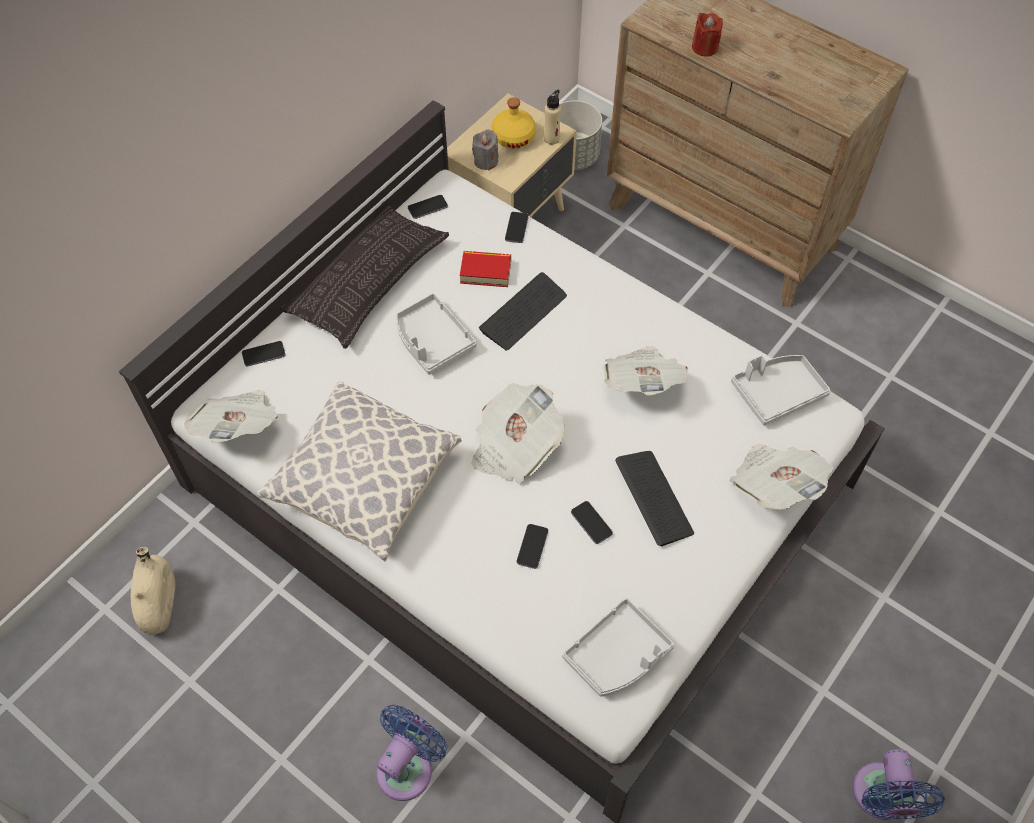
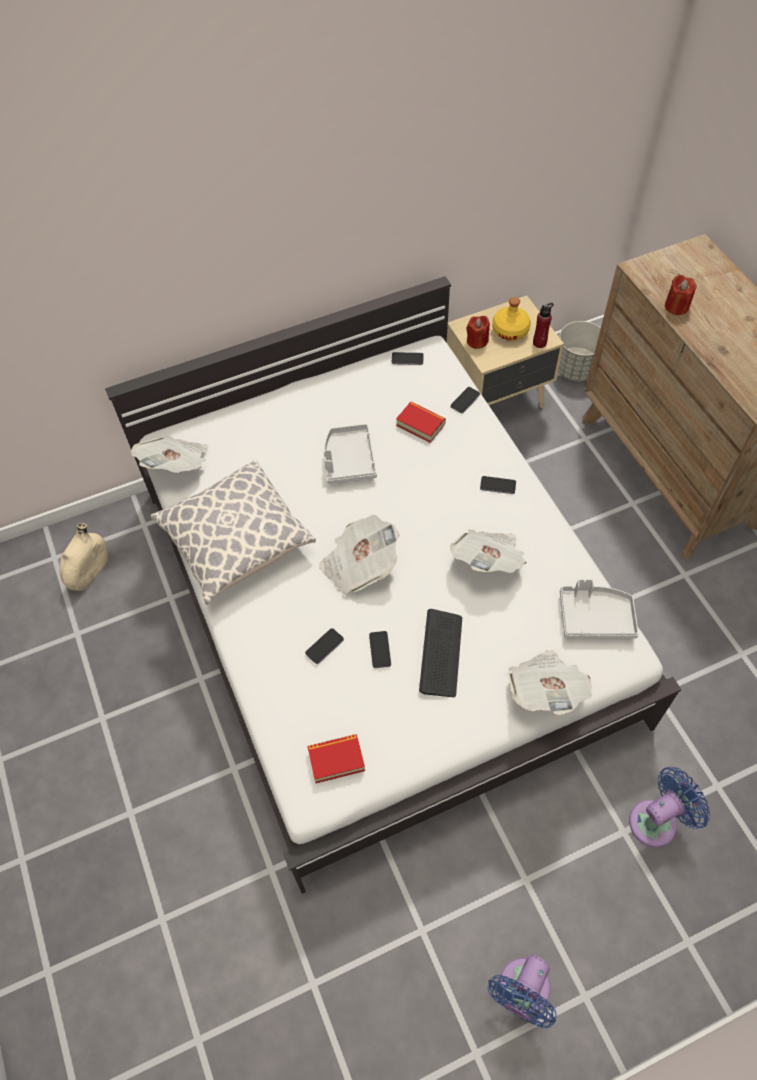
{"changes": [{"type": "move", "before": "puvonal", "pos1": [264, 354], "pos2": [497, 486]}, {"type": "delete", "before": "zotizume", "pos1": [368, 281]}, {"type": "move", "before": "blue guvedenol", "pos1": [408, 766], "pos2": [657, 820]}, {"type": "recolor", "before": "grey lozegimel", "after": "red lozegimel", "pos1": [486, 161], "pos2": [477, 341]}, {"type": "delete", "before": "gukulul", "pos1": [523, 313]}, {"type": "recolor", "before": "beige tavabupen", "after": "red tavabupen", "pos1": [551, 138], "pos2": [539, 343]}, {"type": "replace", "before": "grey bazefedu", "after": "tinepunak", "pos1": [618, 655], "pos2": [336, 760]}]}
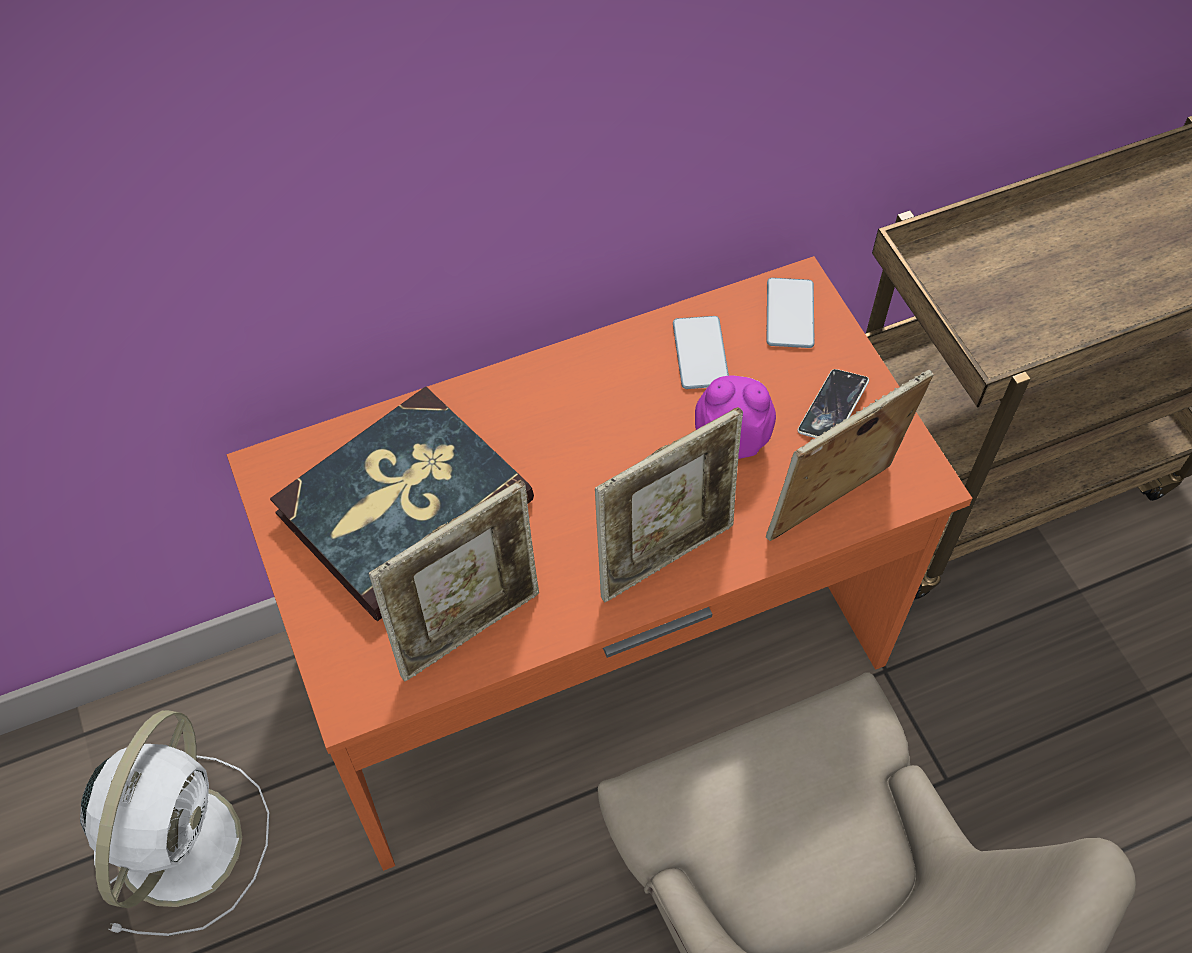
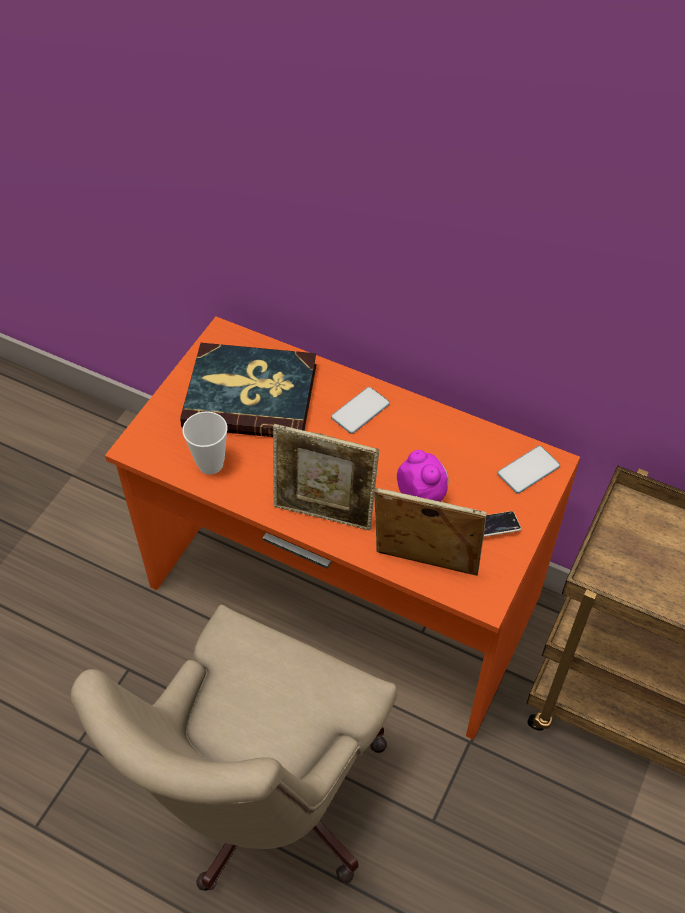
{"changes": [{"type": "delete", "before": "white guvedenol", "pos1": [182, 839]}, {"type": "replace", "before": "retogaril", "after": "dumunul", "pos1": [468, 628], "pos2": [210, 464]}, {"type": "move", "before": "puvonal", "pos1": [700, 354], "pos2": [360, 411]}]}
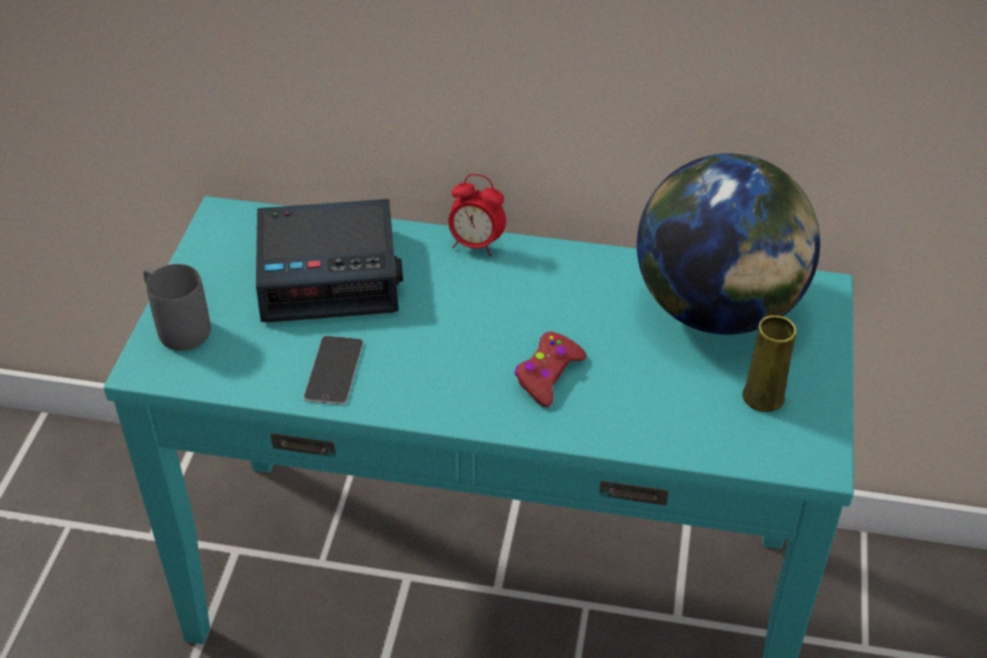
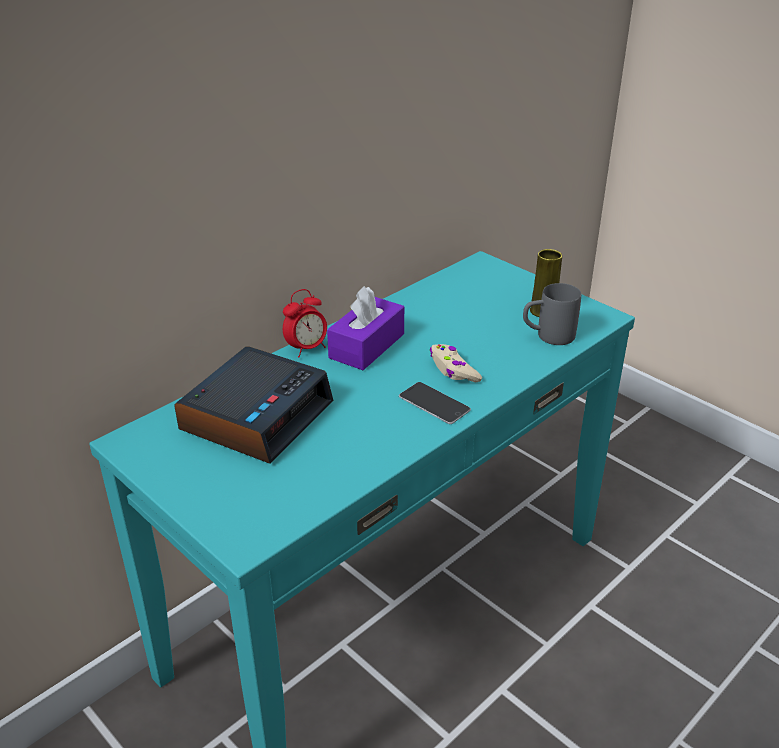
{"changes": [{"type": "move", "before": "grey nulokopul", "pos1": [177, 326], "pos2": [547, 336]}, {"type": "move", "before": "puvonal", "pos1": [334, 370], "pos2": [434, 403]}, {"type": "recolor", "before": "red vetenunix", "after": "beige vetenunix", "pos1": [548, 375], "pos2": [453, 370]}, {"type": "delete", "before": "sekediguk", "pos1": [718, 309]}, {"type": "insert", "after": "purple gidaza", "pos2": [367, 346]}]}
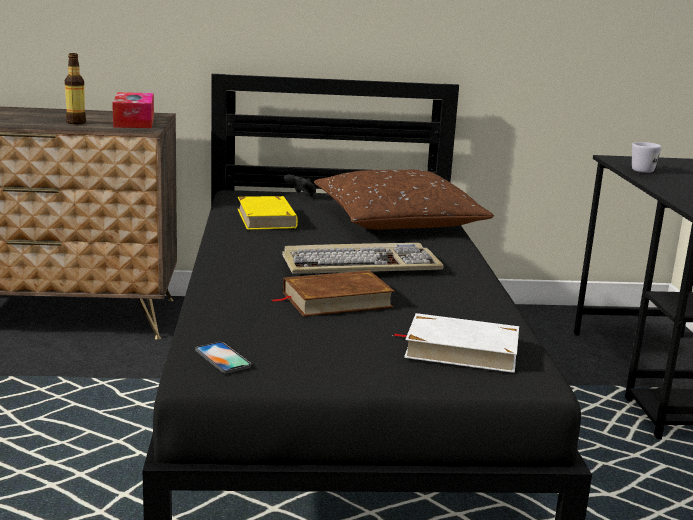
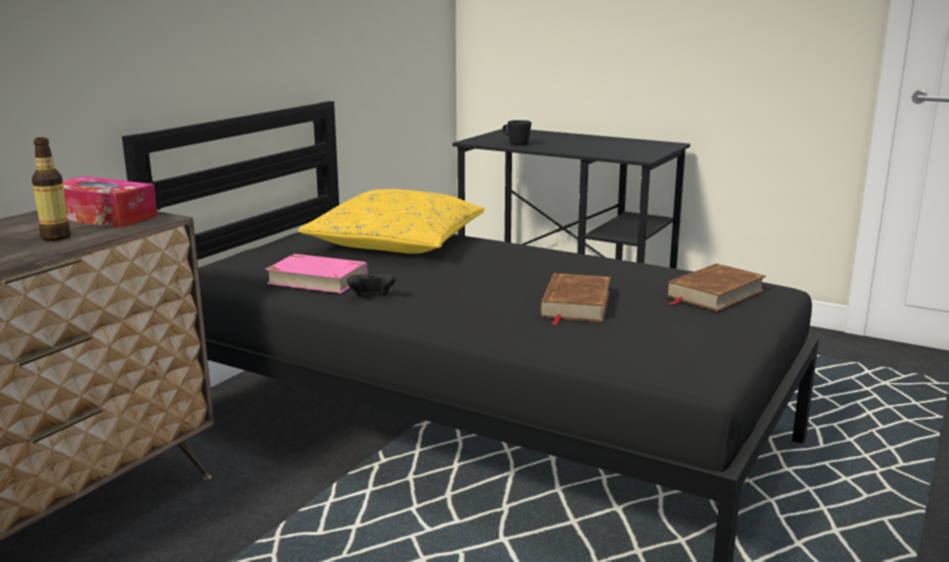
{"changes": [{"type": "delete", "before": "puvonal", "pos1": [222, 358]}, {"type": "recolor", "before": "yellow tinepunak", "after": "pink tinepunak", "pos1": [267, 218], "pos2": [317, 279]}, {"type": "delete", "before": "gukulul", "pos1": [361, 265]}, {"type": "move", "before": "black vetenunix", "pos1": [301, 195], "pos2": [371, 297]}, {"type": "recolor", "before": "brown zotizume", "after": "yellow zotizume", "pos1": [398, 220], "pos2": [397, 241]}, {"type": "recolor", "before": "white tinepunak", "after": "brown tinepunak", "pos1": [461, 350], "pos2": [714, 293]}, {"type": "recolor", "before": "white nulokopul", "after": "black nulokopul", "pos1": [641, 170], "pos2": [515, 144]}]}
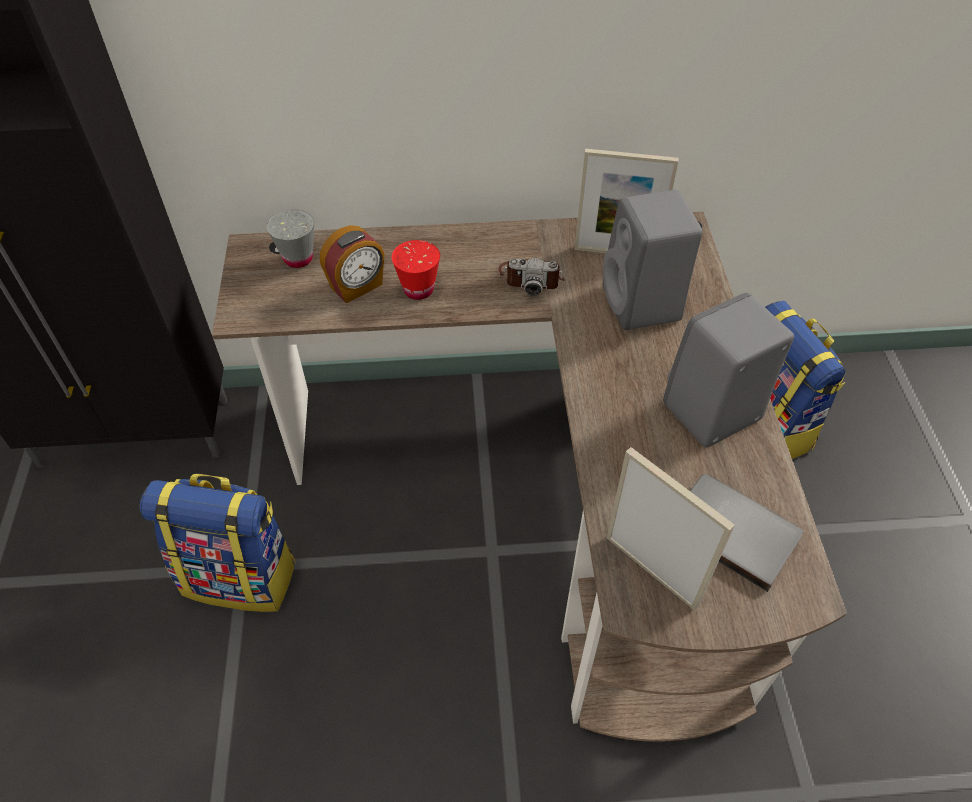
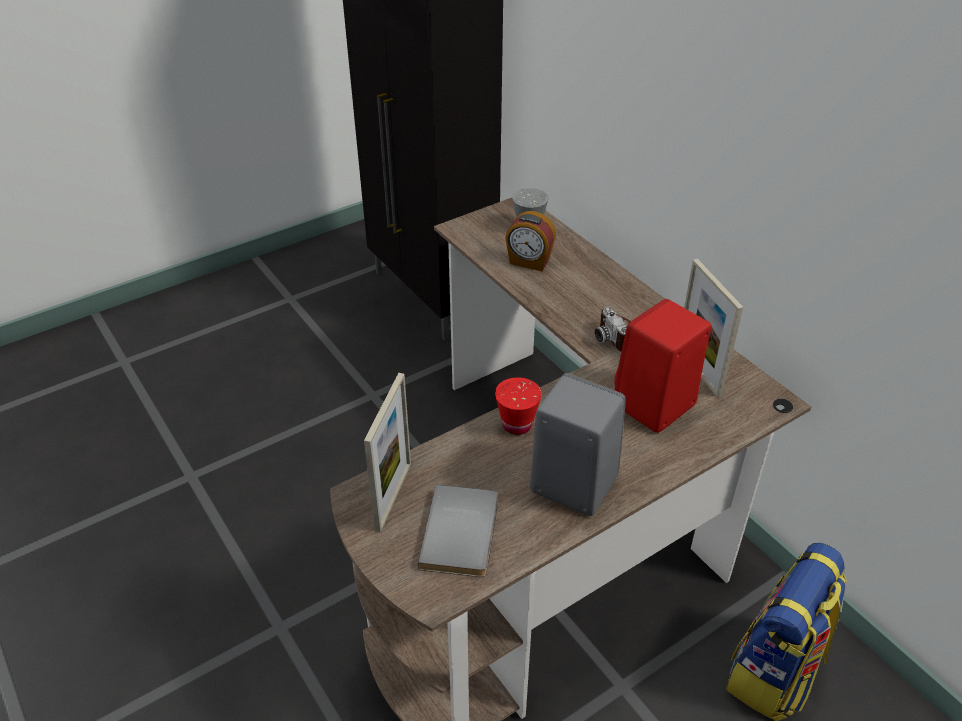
{"changes": [{"type": "delete", "before": "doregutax", "pos1": [241, 576]}, {"type": "move", "before": "red dumunul", "pos1": [418, 290], "pos2": [517, 425]}, {"type": "recolor", "before": "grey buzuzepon", "after": "red buzuzepon", "pos1": [643, 305], "pos2": [653, 406]}]}
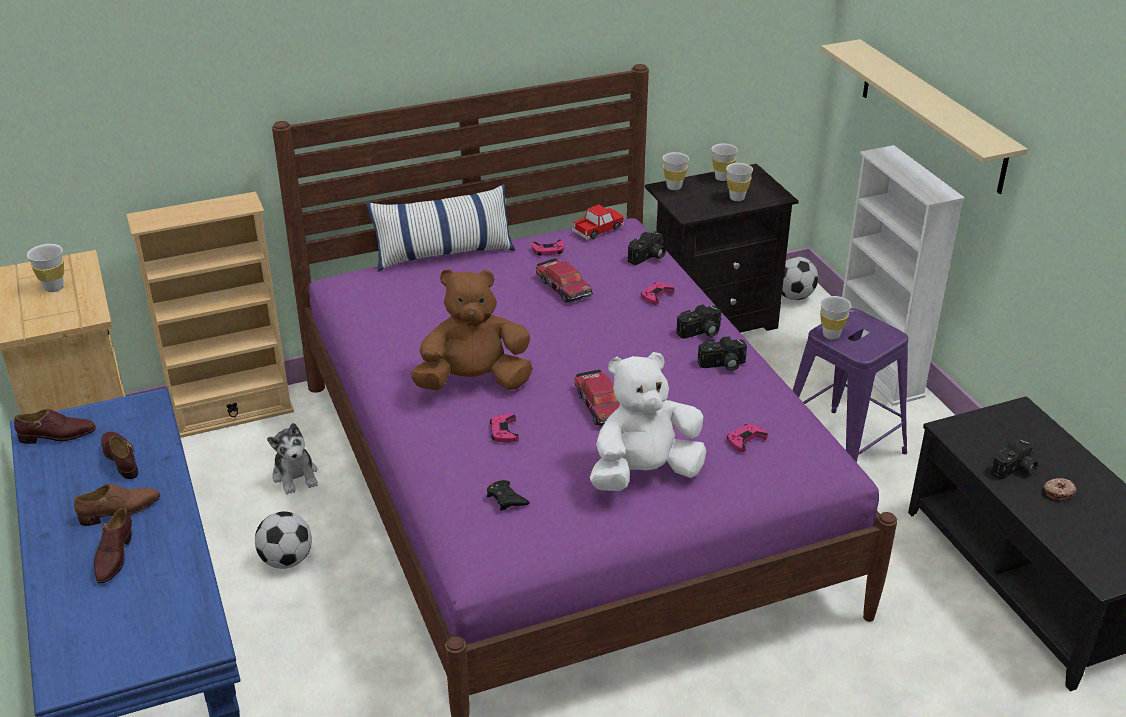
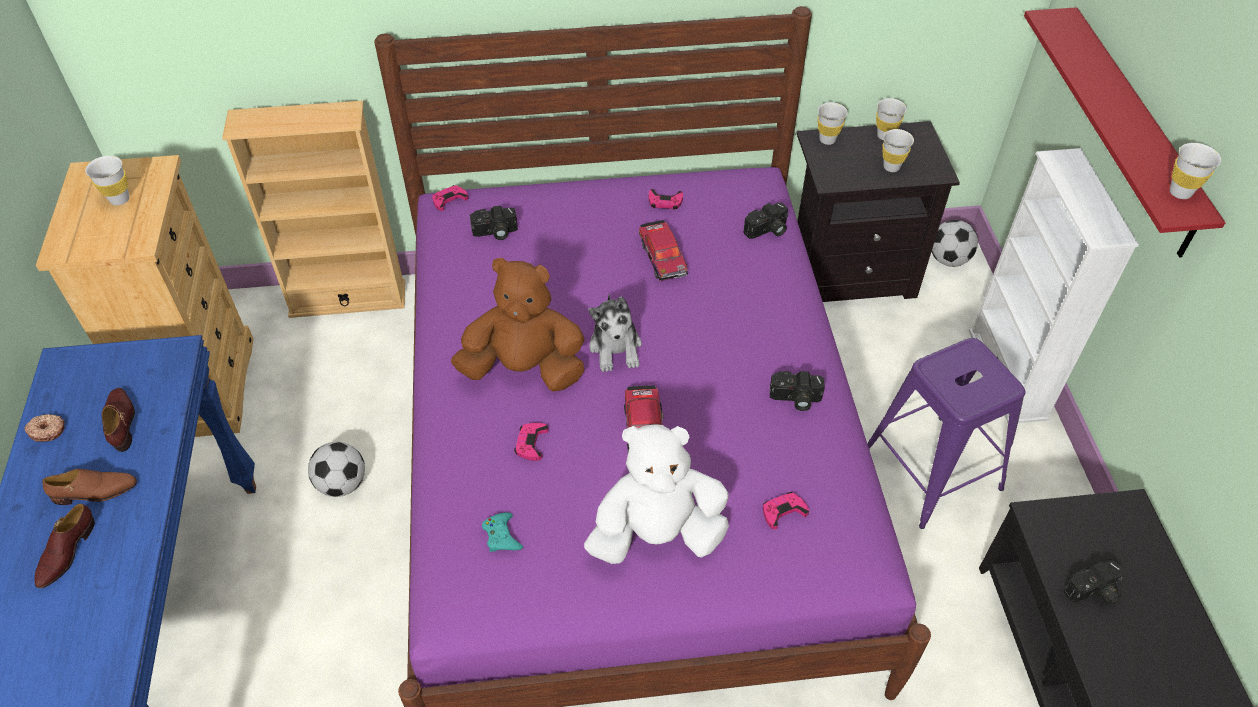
{"changes": [{"type": "delete", "before": "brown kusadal", "pos1": [57, 436]}, {"type": "move", "before": "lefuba", "pos1": [295, 475], "pos2": [616, 347]}, {"type": "delete", "before": "zotizume", "pos1": [443, 253]}, {"type": "recolor", "before": "black vetenunix", "after": "turquoise vetenunix", "pos1": [506, 499], "pos2": [502, 536]}, {"type": "delete", "before": "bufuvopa", "pos1": [598, 229]}, {"type": "move", "before": "pink vetenunix", "pos1": [656, 295], "pos2": [449, 199]}, {"type": "move", "before": "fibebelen", "pos1": [700, 333], "pos2": [495, 233]}, {"type": "move", "before": "white dumunul", "pos1": [831, 335], "pos2": [1180, 192]}, {"type": "recolor", "before": "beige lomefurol", "after": "red lomefurol", "pos1": [932, 115], "pos2": [1131, 131]}, {"type": "move", "before": "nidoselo", "pos1": [1058, 492], "pos2": [47, 430]}]}
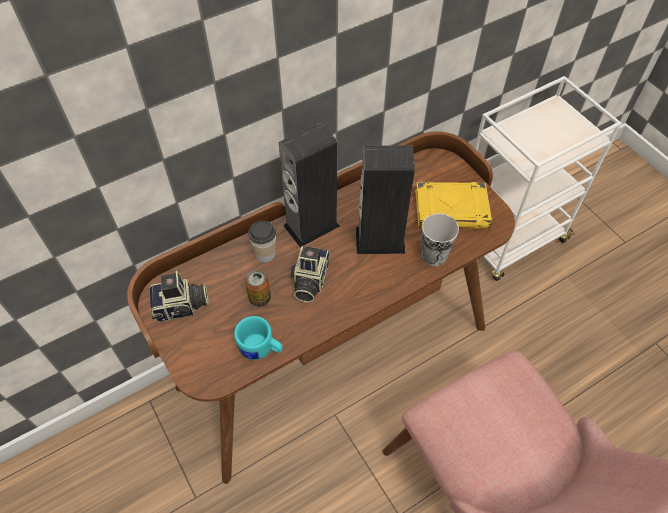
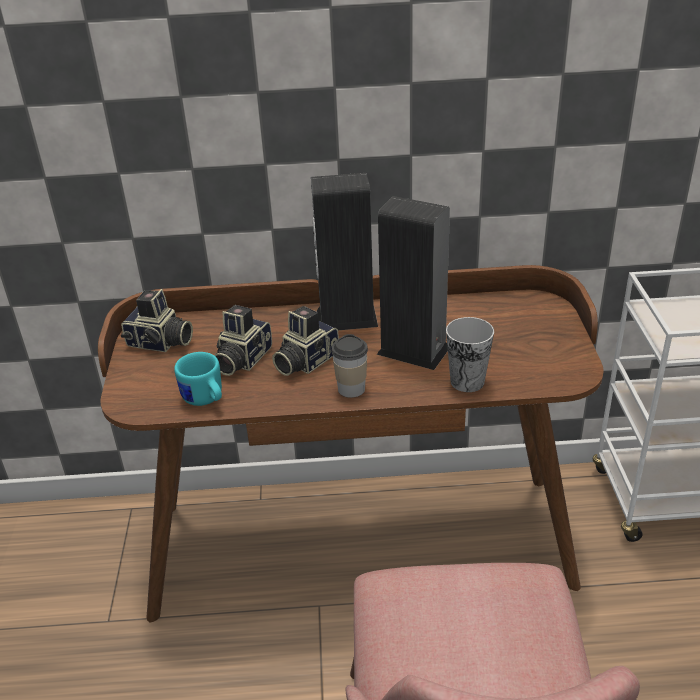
{"changes": [{"type": "replace", "before": "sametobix", "after": "fibebelen", "pos1": [260, 298], "pos2": [241, 359]}, {"type": "move", "before": "dumunul", "pos1": [265, 254], "pos2": [351, 389]}, {"type": "delete", "before": "yellow tinepunak", "pos1": [452, 209]}]}
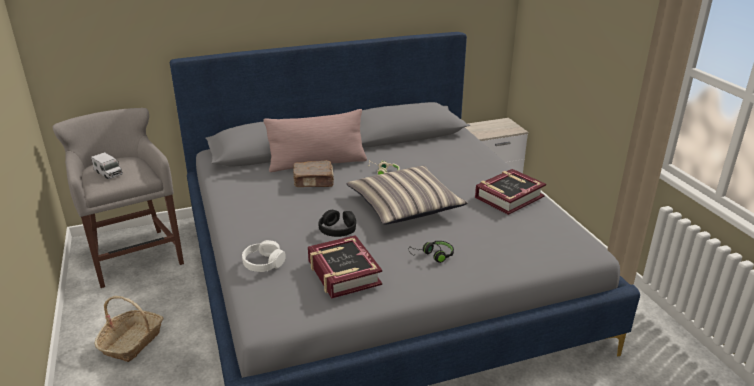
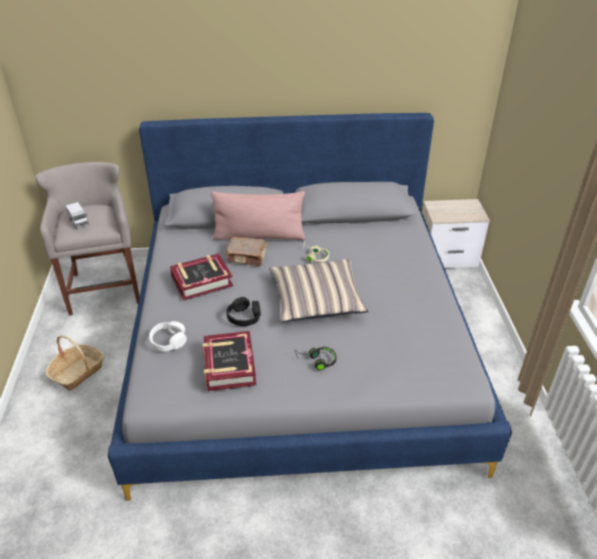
{"changes": [{"type": "move", "before": "tinepunak", "pos1": [509, 197], "pos2": [201, 281]}]}
